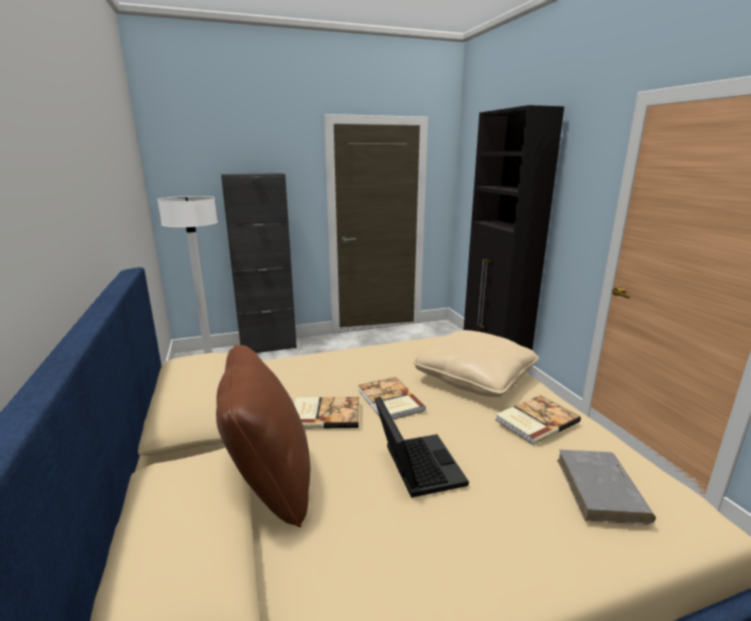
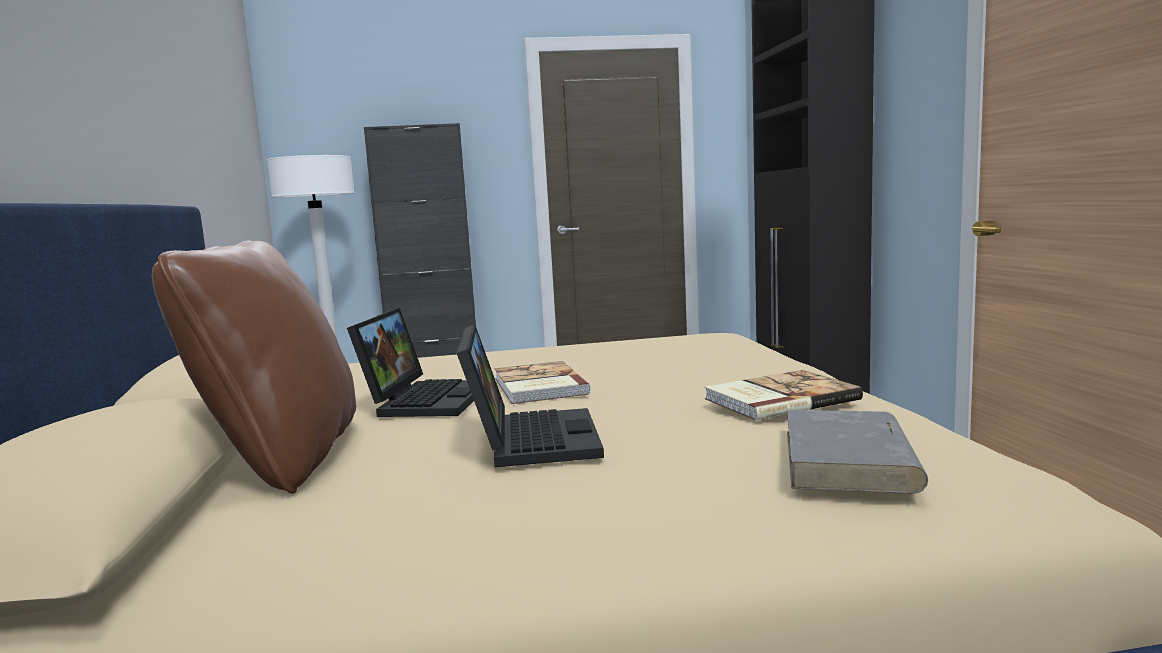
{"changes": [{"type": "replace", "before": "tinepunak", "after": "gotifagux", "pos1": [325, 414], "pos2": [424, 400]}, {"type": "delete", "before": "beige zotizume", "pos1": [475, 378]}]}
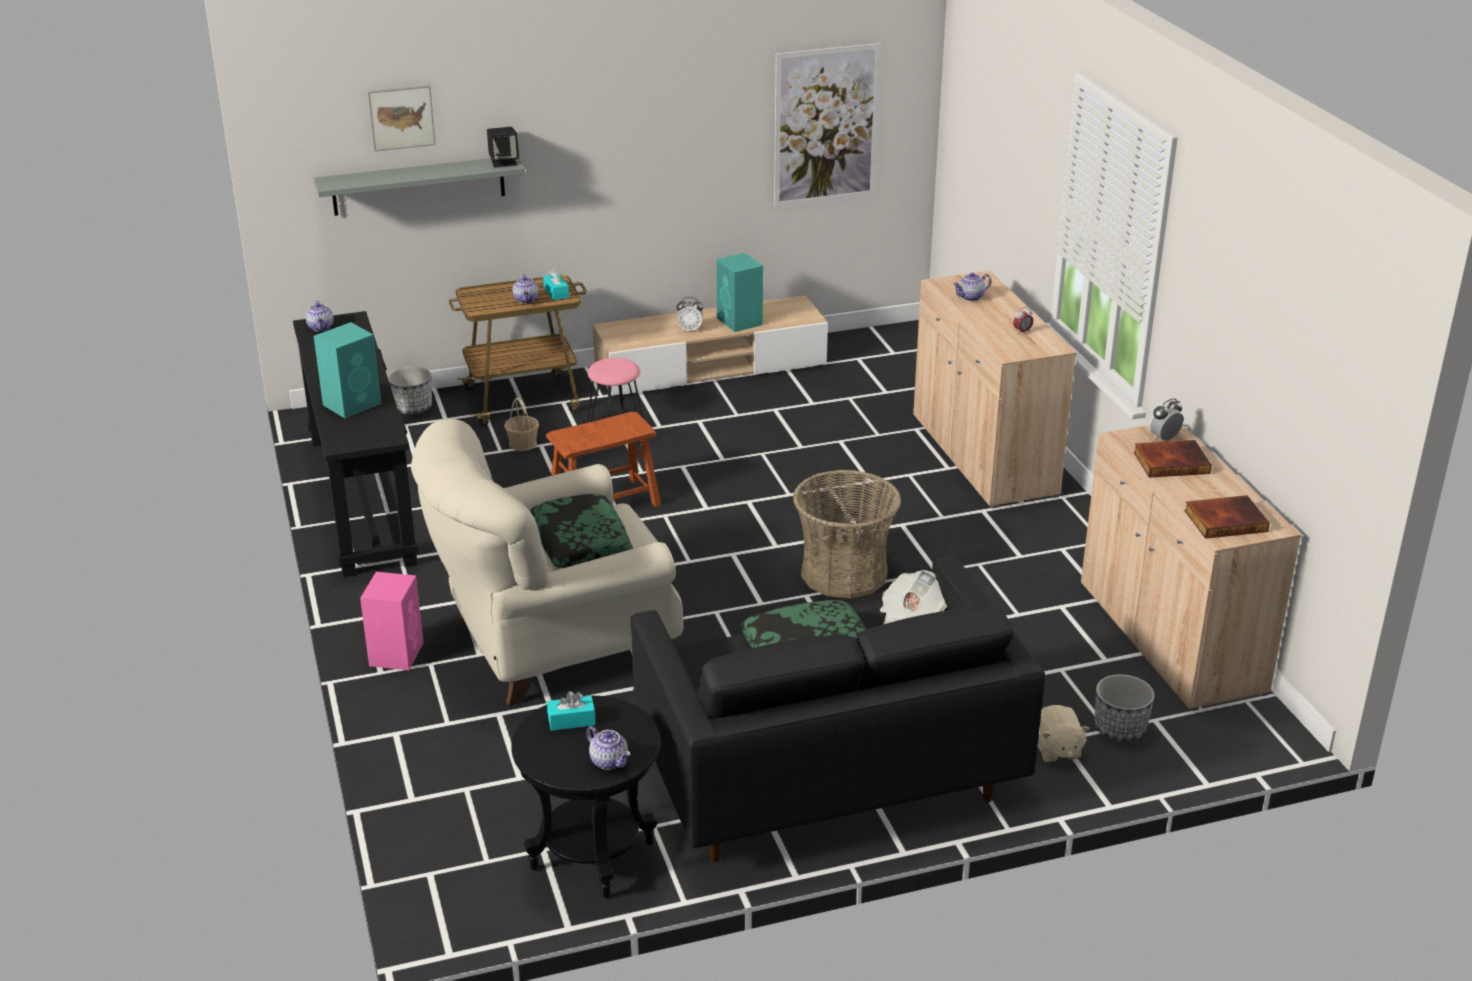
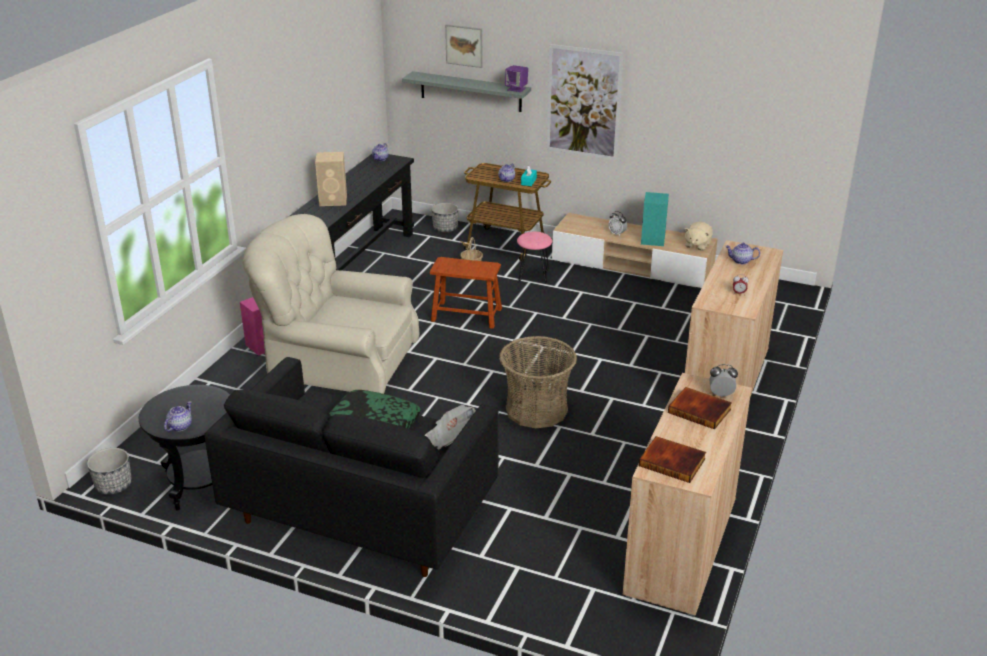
{"changes": [{"type": "recolor", "before": "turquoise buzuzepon", "after": "beige buzuzepon", "pos1": [353, 404], "pos2": [334, 200]}, {"type": "recolor", "before": "black buzuzepon", "after": "purple buzuzepon", "pos1": [504, 162], "pos2": [516, 89]}, {"type": "delete", "before": "zotizume", "pos1": [580, 542]}, {"type": "delete", "before": "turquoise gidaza", "pos1": [571, 720]}, {"type": "rotate", "before": "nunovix", "pos1": [609, 761], "pos2": [180, 426], "turn": -150}, {"type": "move", "before": "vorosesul", "pos1": [825, 125], "pos2": [583, 102]}, {"type": "move", "before": "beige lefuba", "pos1": [1055, 749], "pos2": [697, 245]}, {"type": "move", "before": "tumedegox", "pos1": [1120, 729], "pos2": [113, 486]}]}
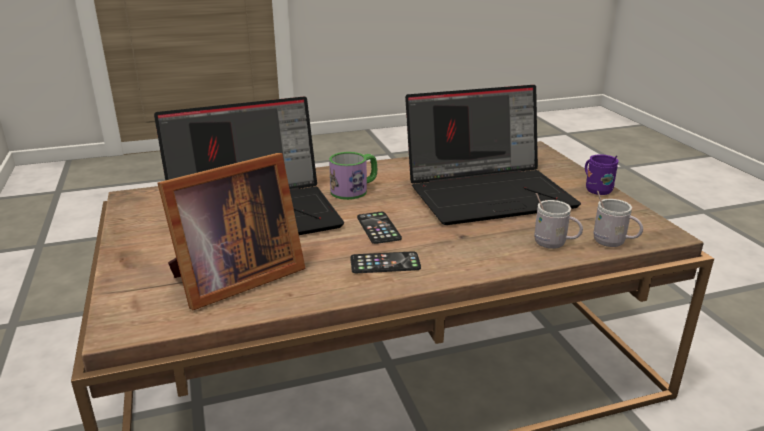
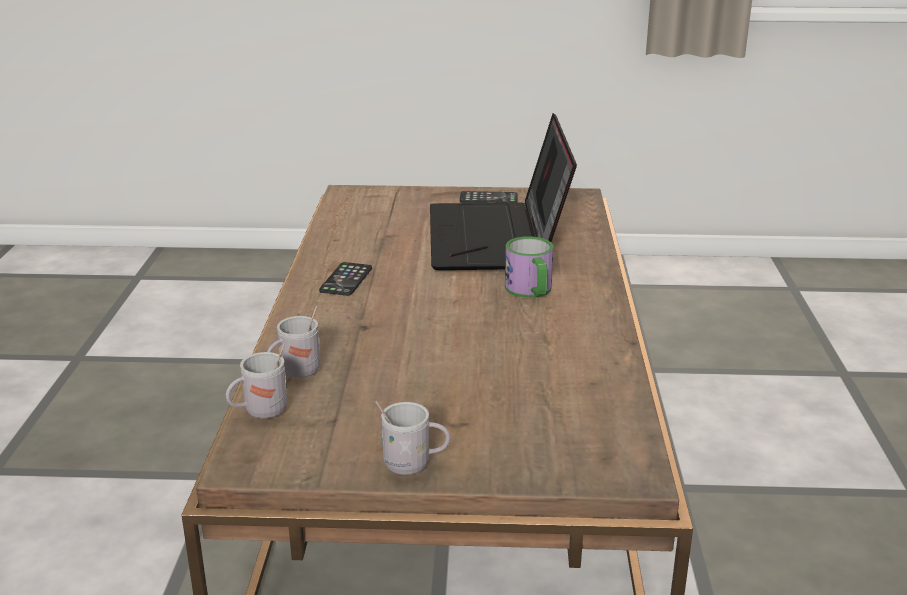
{"changes": [{"type": "delete", "before": "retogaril", "pos1": [233, 279]}, {"type": "move", "before": "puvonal", "pos1": [378, 228], "pos2": [488, 198]}, {"type": "delete", "before": "gotifagux", "pos1": [489, 193]}, {"type": "recolor", "before": "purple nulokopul", "after": "white nulokopul", "pos1": [595, 190], "pos2": [414, 465]}]}
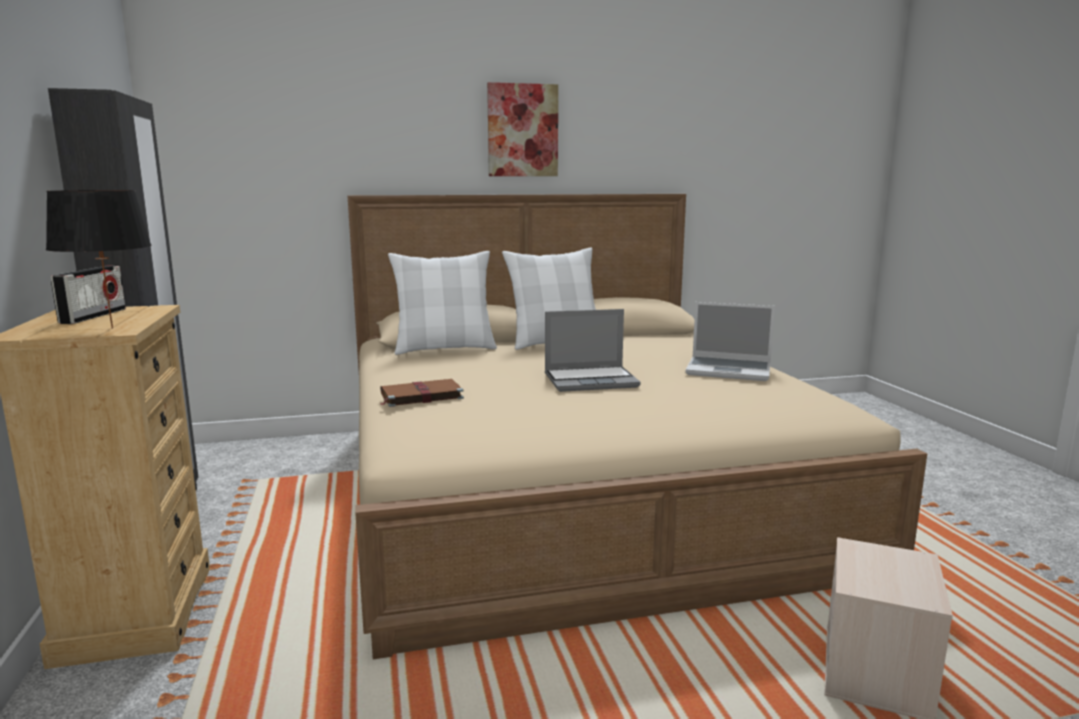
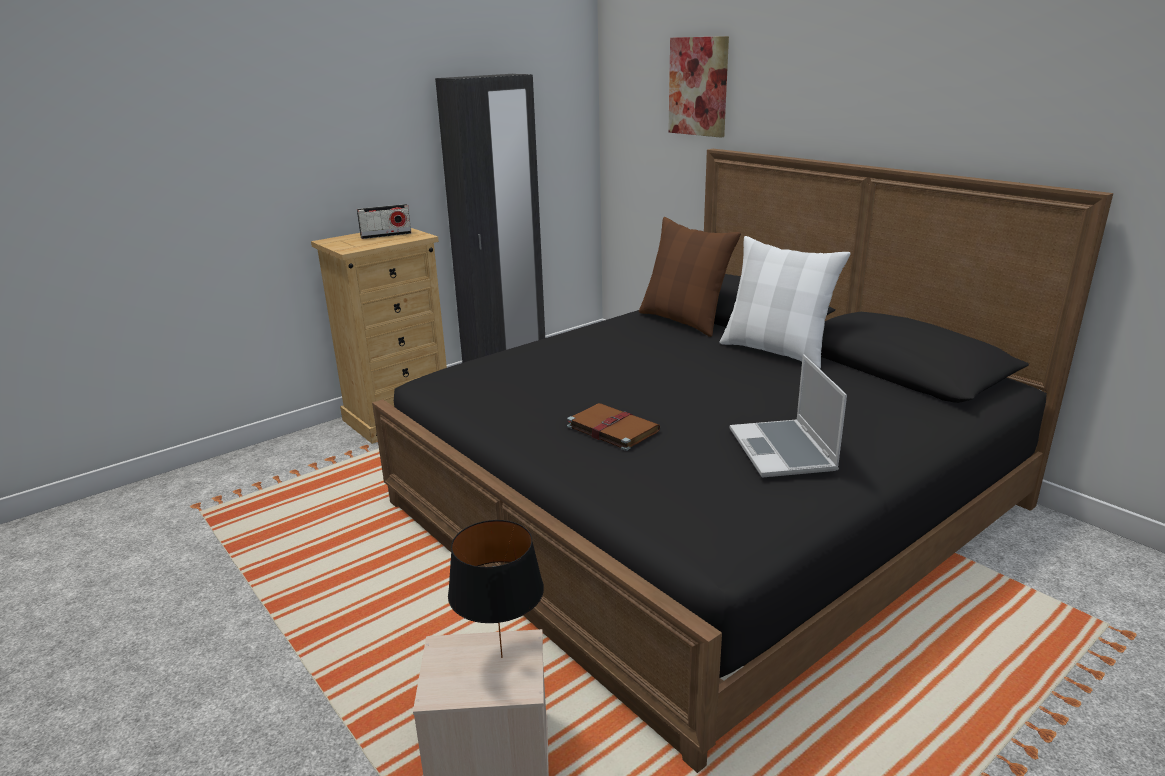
{"changes": [{"type": "move", "before": "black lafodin", "pos1": [111, 328], "pos2": [501, 657]}, {"type": "recolor", "before": "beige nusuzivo", "after": "black nusuzivo", "pos1": [573, 489], "pos2": [704, 503]}, {"type": "move", "before": "brown tinepunak", "pos1": [420, 396], "pos2": [611, 428]}, {"type": "recolor", "before": "white zotizume", "after": "brown zotizume", "pos1": [444, 348], "pos2": [684, 321]}, {"type": "move", "before": "vorosesul", "pos1": [522, 130], "pos2": [698, 86]}, {"type": "delete", "before": "gotifagux", "pos1": [591, 380]}]}
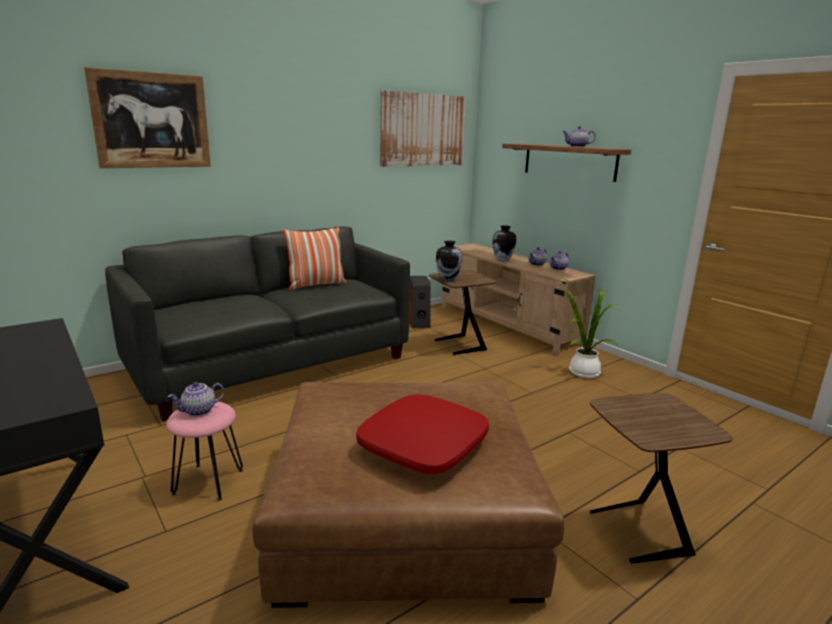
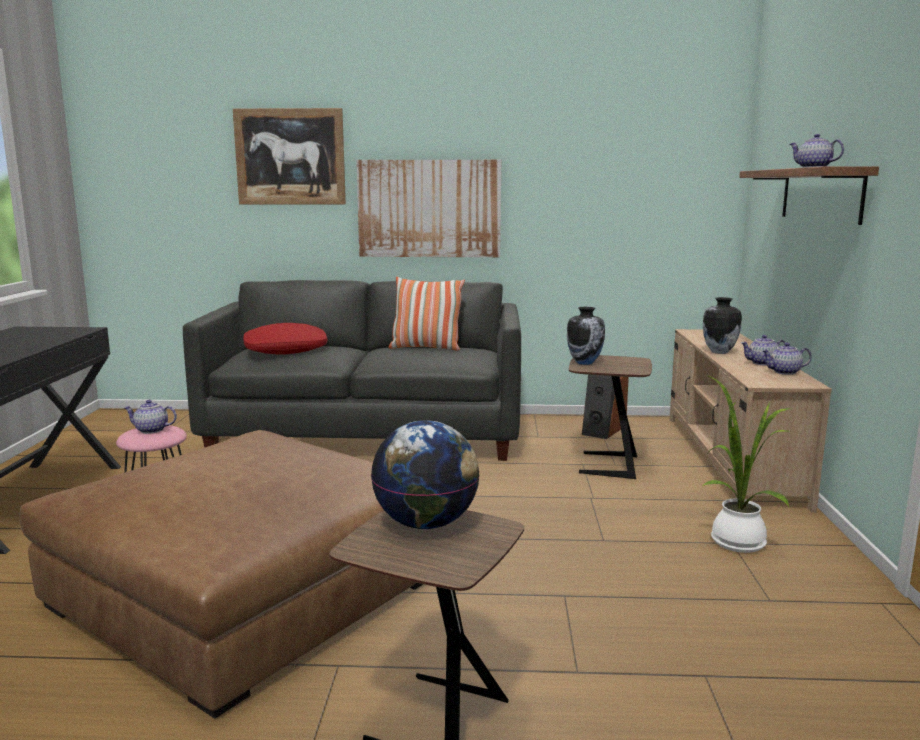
{"changes": [{"type": "move", "before": "red zotizume", "pos1": [422, 445], "pos2": [286, 350]}, {"type": "move", "before": "vorosesul", "pos1": [423, 130], "pos2": [429, 208]}, {"type": "insert", "after": "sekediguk", "pos2": [426, 524]}]}
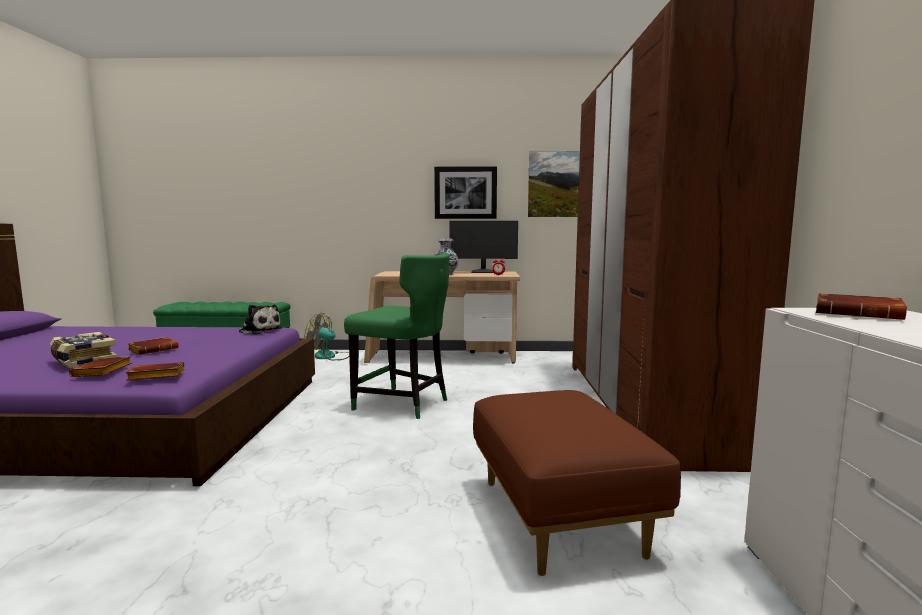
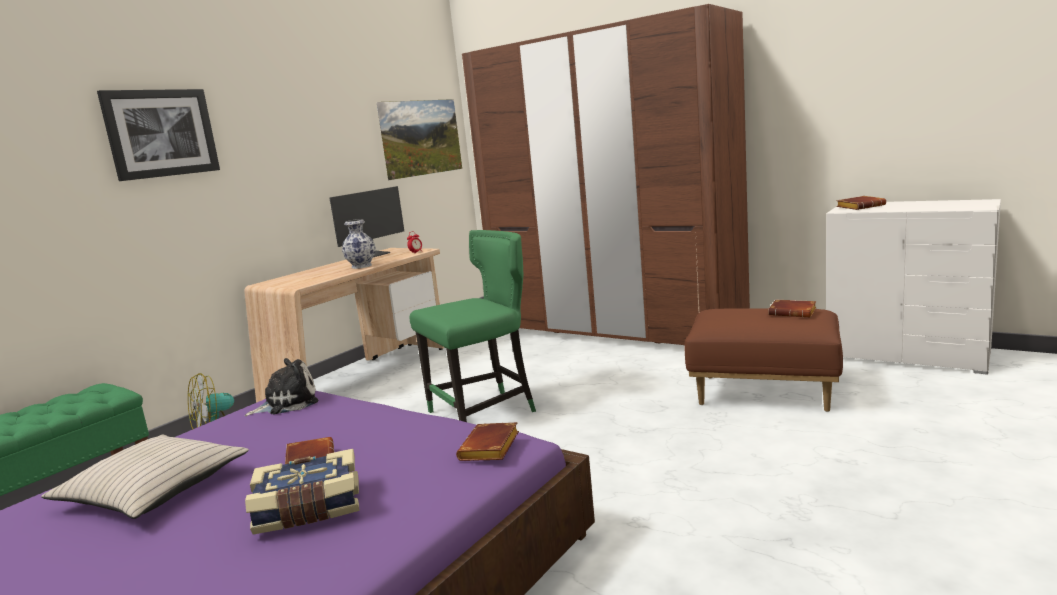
{"changes": [{"type": "move", "before": "brown tinepunak", "pos1": [103, 372], "pos2": [794, 313]}, {"type": "move", "before": "vorosesul", "pos1": [465, 193], "pos2": [161, 133]}, {"type": "insert", "after": "beige zotizume", "pos2": [154, 490]}]}
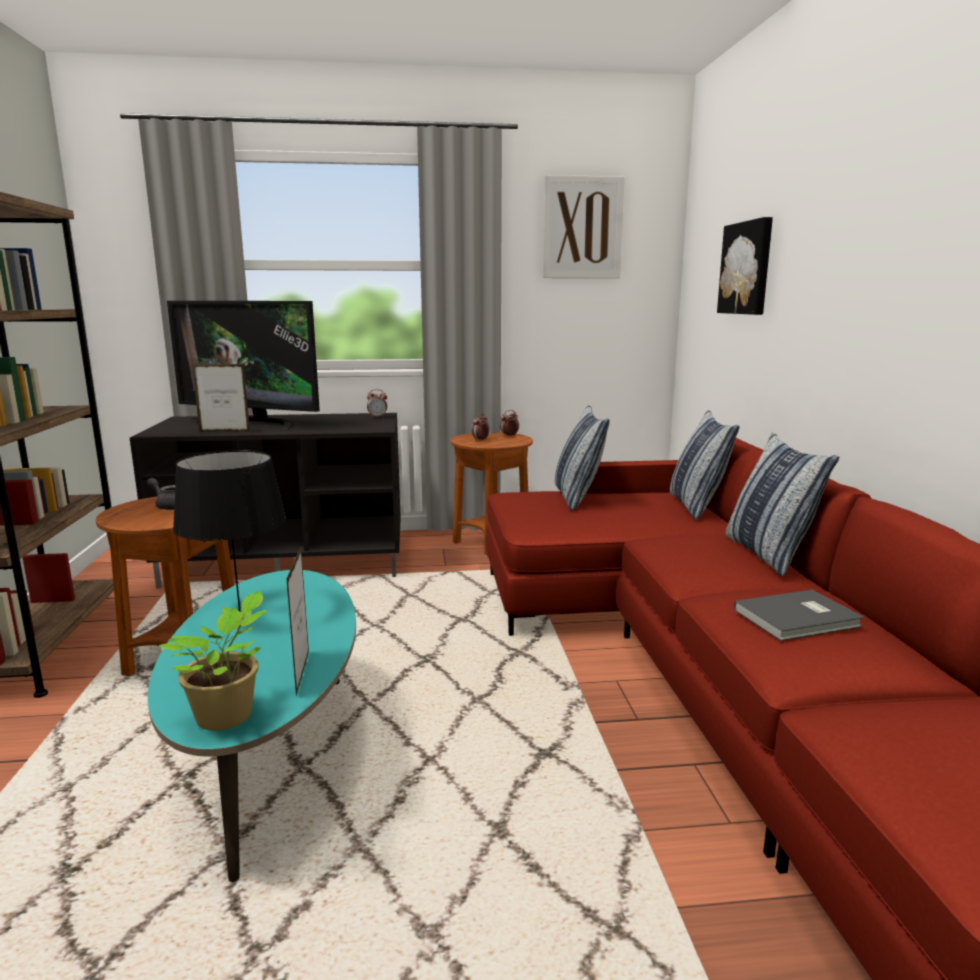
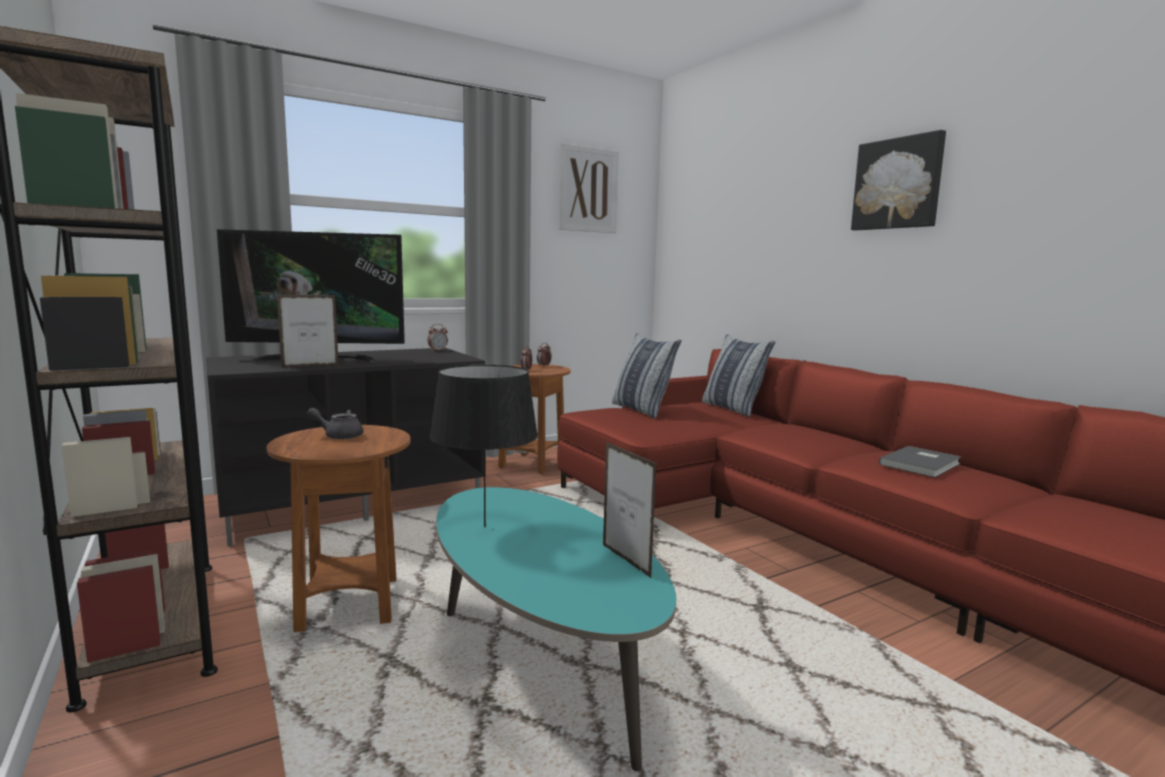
{"changes": [{"type": "delete", "before": "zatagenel", "pos1": [228, 717]}, {"type": "move", "before": "vorosesul", "pos1": [747, 268], "pos2": [898, 184]}, {"type": "delete", "before": "zotizume", "pos1": [768, 554]}]}
